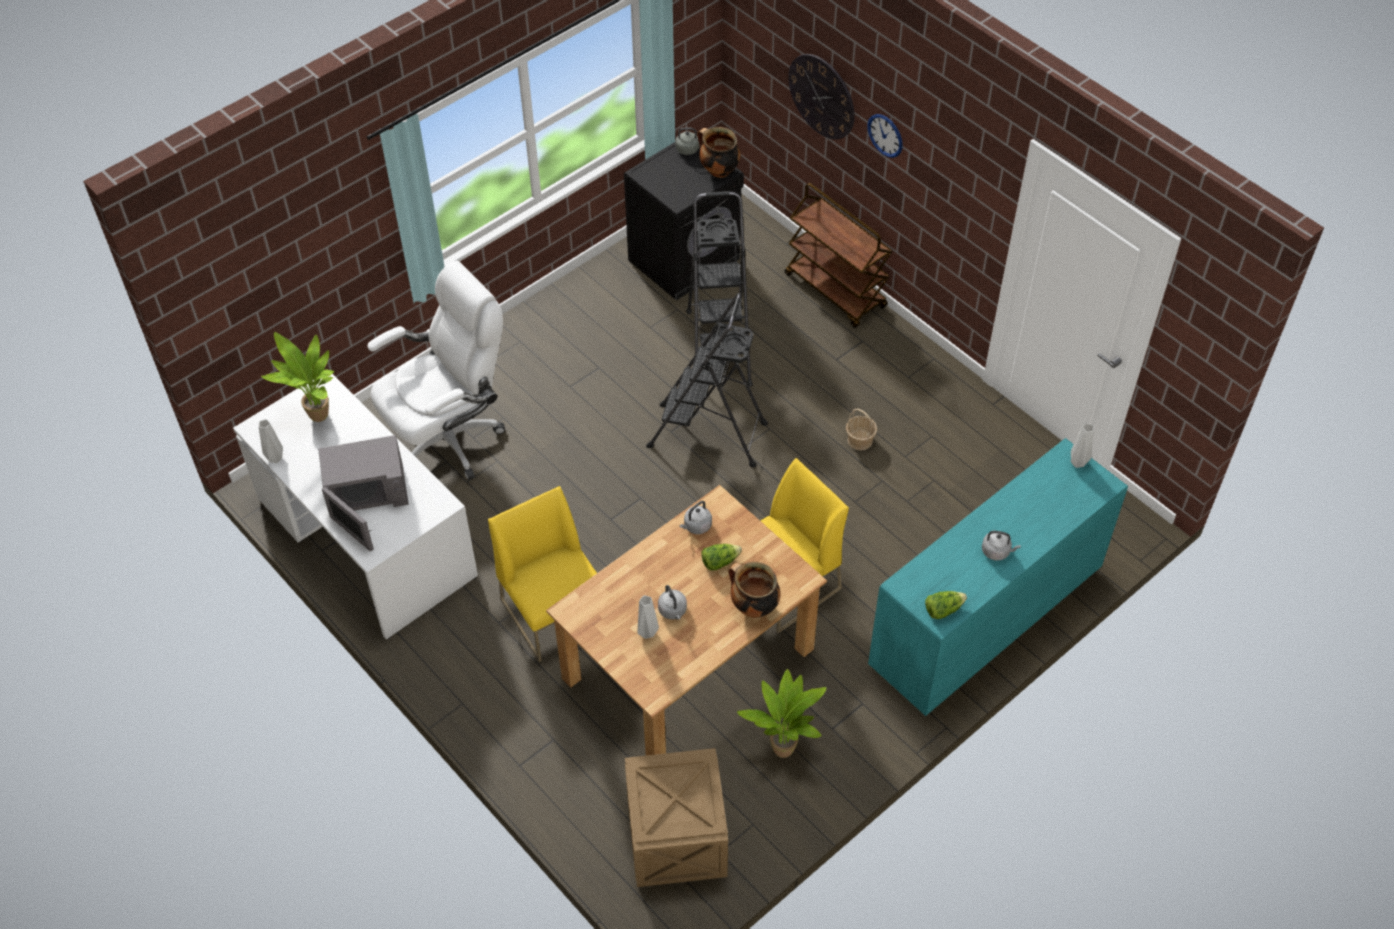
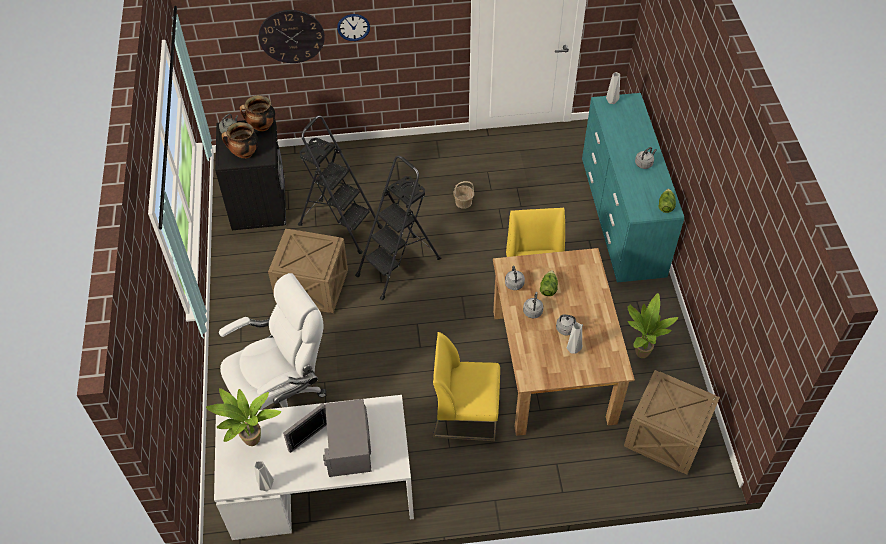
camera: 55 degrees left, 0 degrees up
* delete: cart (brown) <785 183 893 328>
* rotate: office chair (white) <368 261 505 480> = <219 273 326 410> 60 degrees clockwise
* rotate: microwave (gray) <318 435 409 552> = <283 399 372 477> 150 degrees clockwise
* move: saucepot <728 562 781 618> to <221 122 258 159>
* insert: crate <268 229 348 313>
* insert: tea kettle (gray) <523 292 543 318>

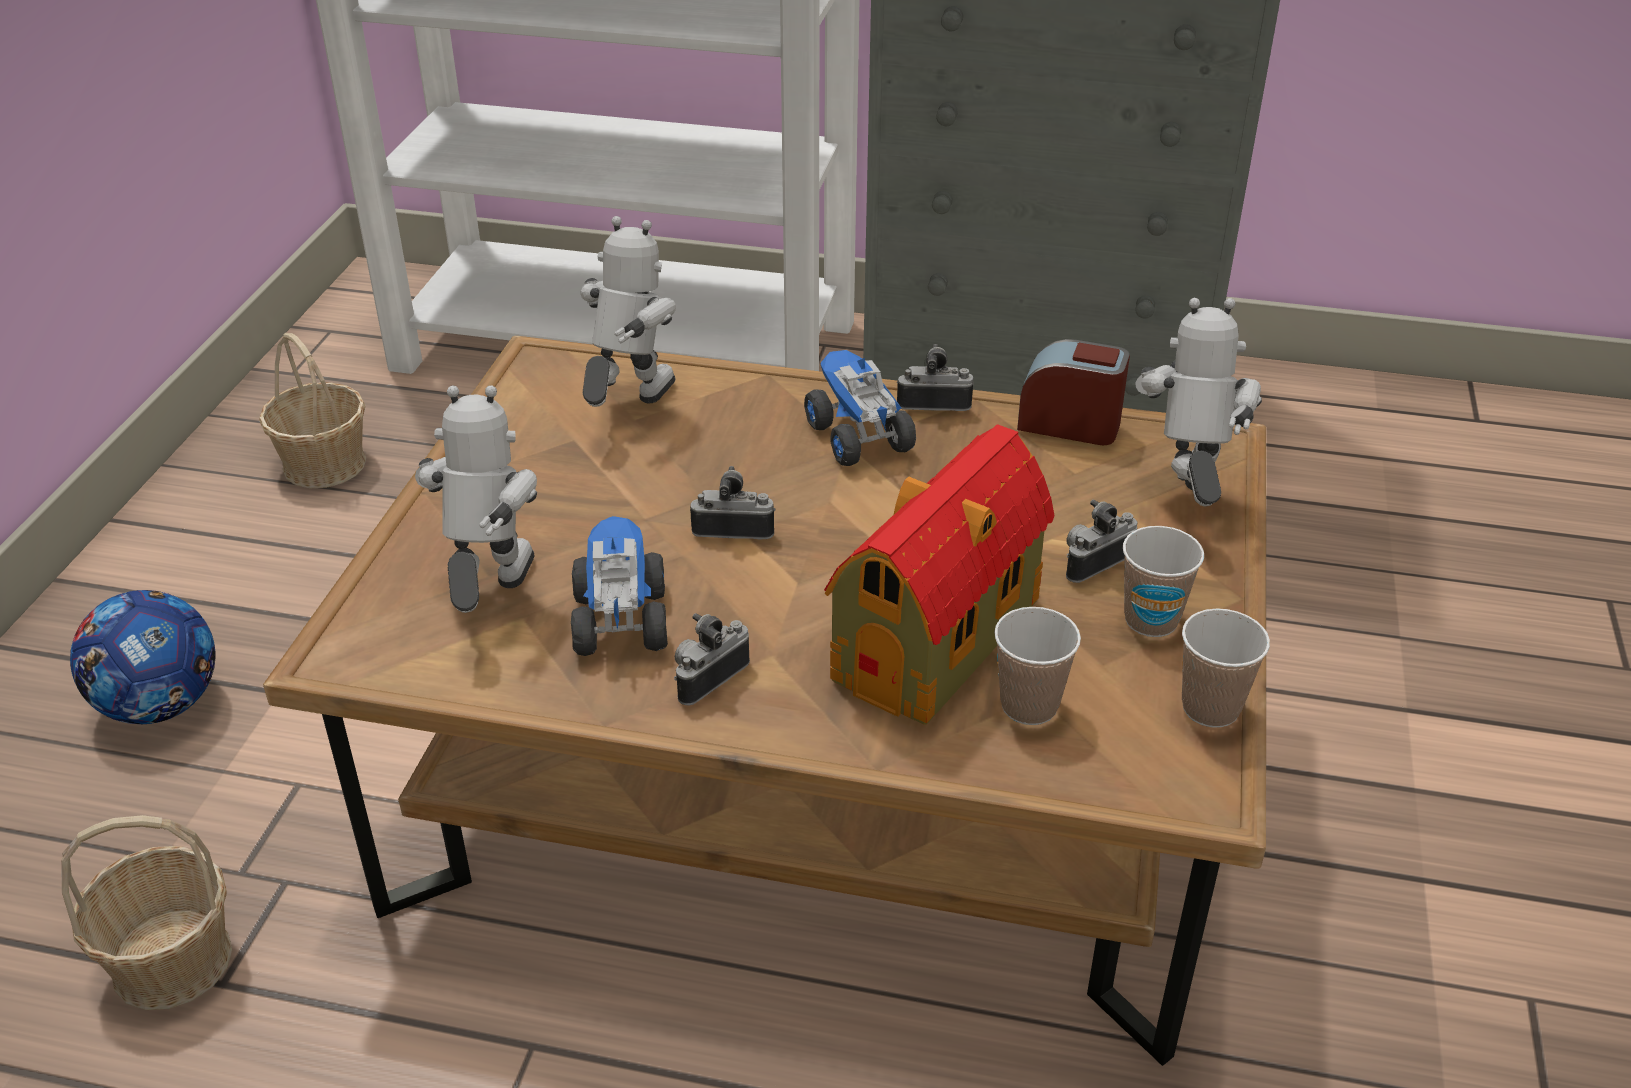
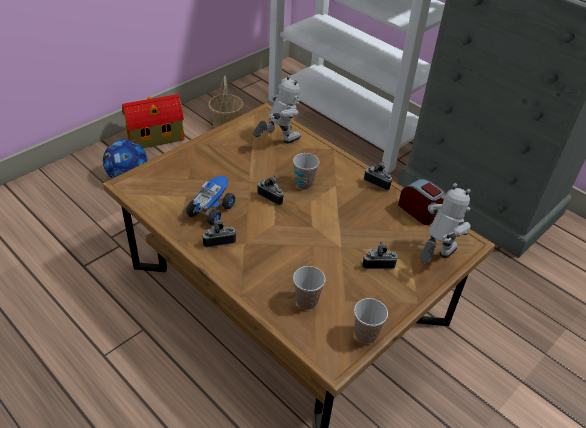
camera: 30 degrees right, 5 degrees up
* delete: toy truck <804 350 916 466>
* delete: model robot <415 385 537 613>
* move: model house <824 424 1054 725> to <122 94 185 148>
* move: small cup <1123 526 1204 637> to <293 153 319 190>
* delete: storage basket <61 815 232 1010>

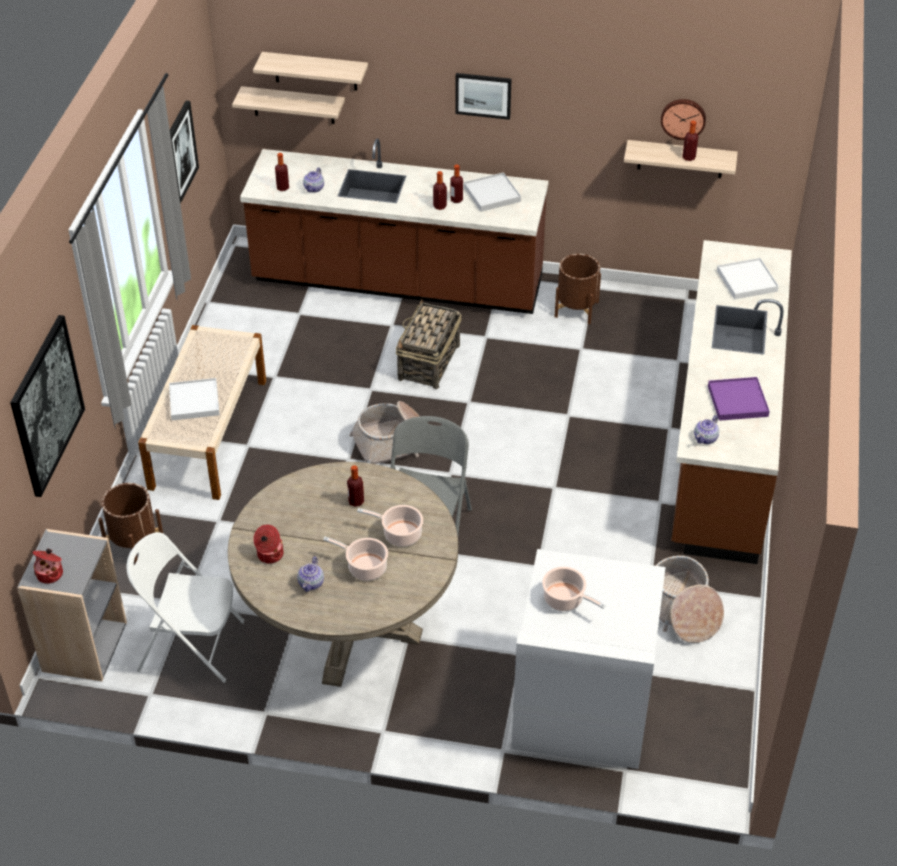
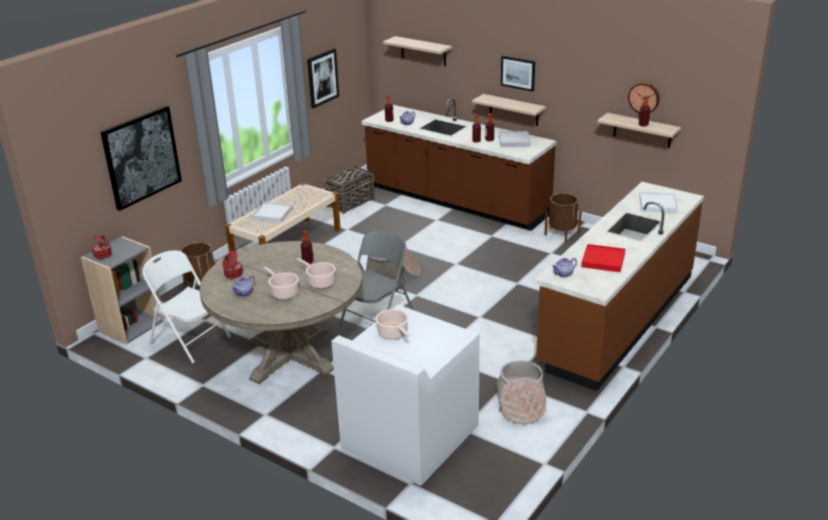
camera: 25 degrees right, 15 degrees down
* move: wall shelf <232 86 345 124> to <472 94 546 126>
* move: storage basket <396 299 462 389> to <323 164 375 214>
* recolor: carrying tray (purplish) <708 377 770 421> to carrying tray (red) <581 244 625 272>

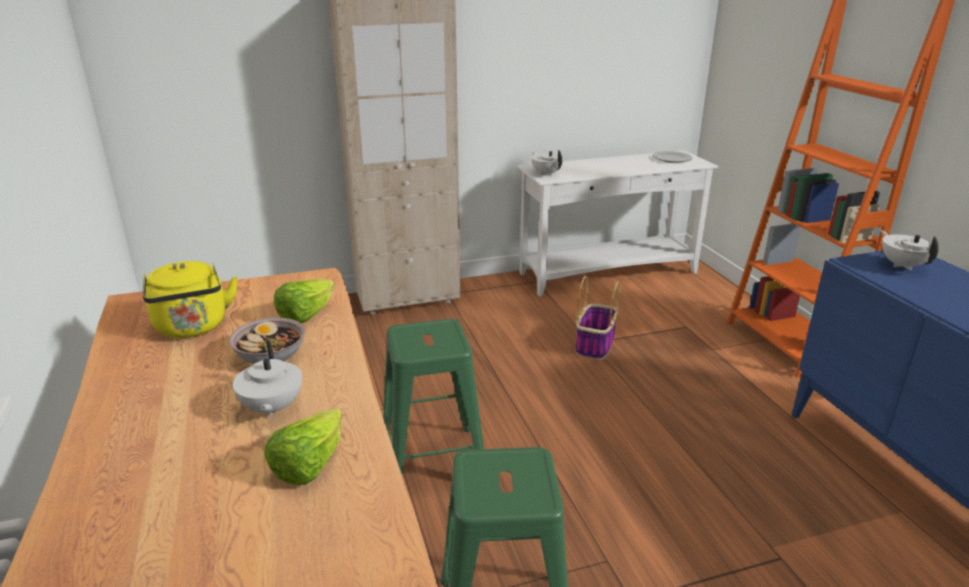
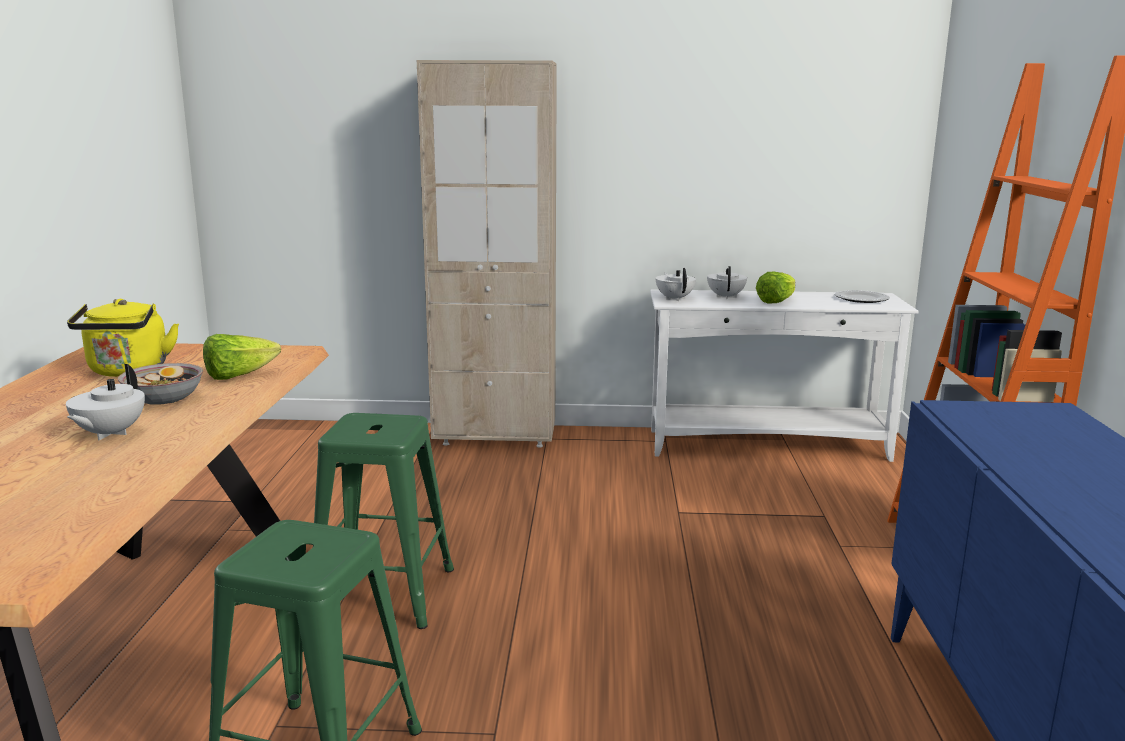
camera: 20 degrees right, 10 degrees down
* move: teapot (white) <881 230 939 270> to <707 266 747 299>
* delete: storage basket <576 276 620 360>
* move: lettuce <264 407 342 485> to <756 272 795 303>

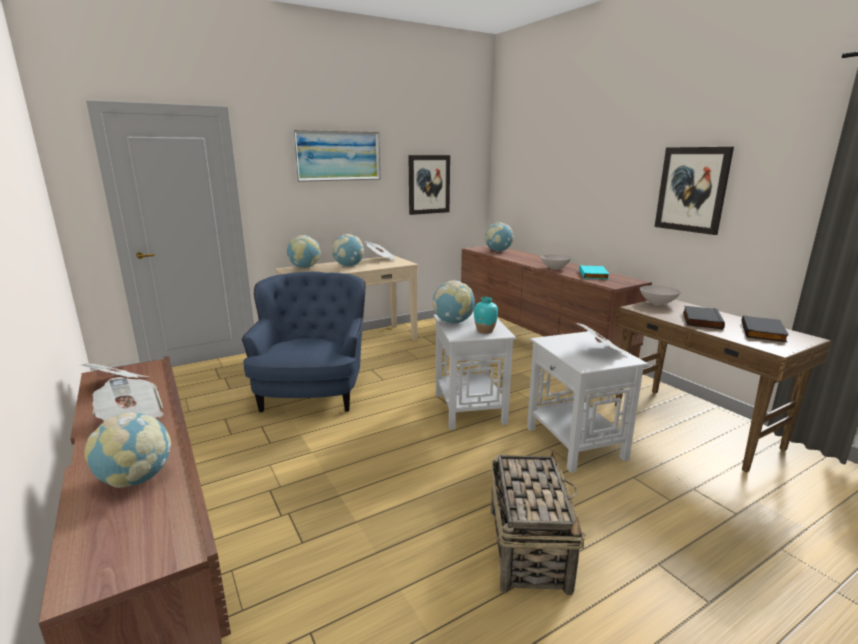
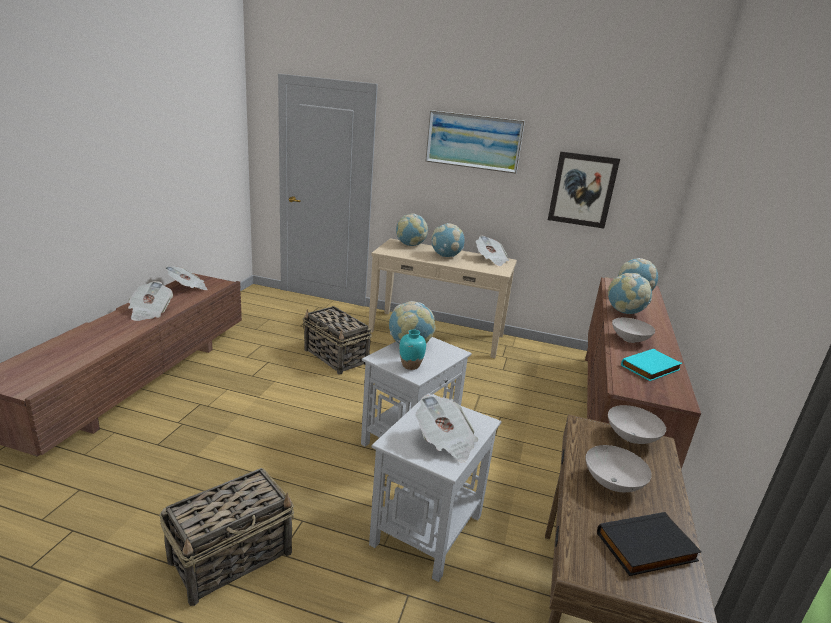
camera: 45 degrees right, 5 degrees up
* delete: wall art <655 147 734 235>
* replace: lounge chair (blue-coloured) <242 272 366 412> to storage basket <302 306 372 374>
* replace: bound book (blackish) <683 306 725 330> to deep dish (white) <586 445 652 492>
* move: desk globe <84 412 171 488> to <608 273 652 314>

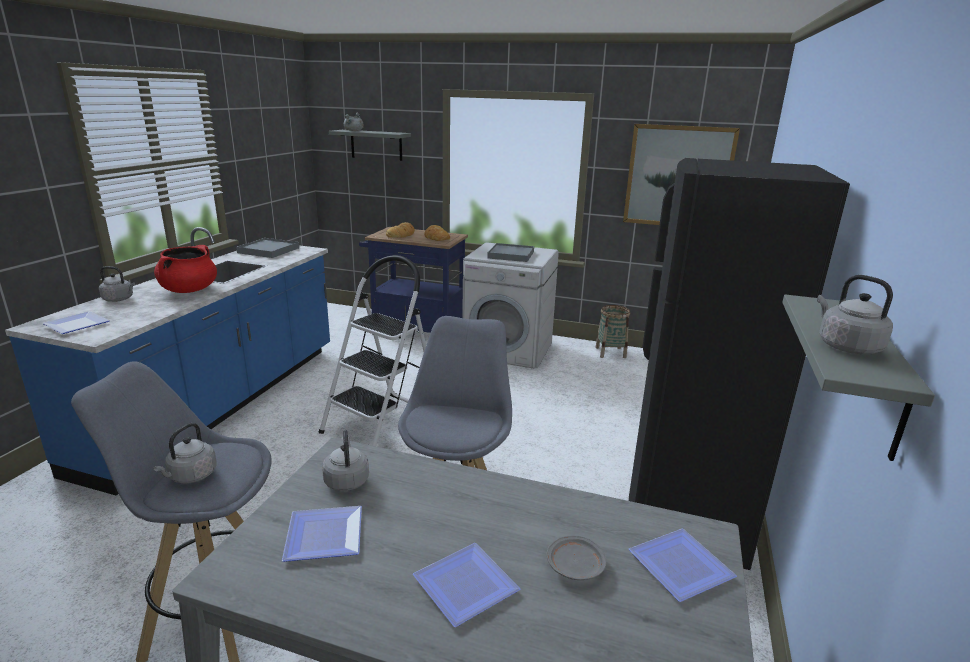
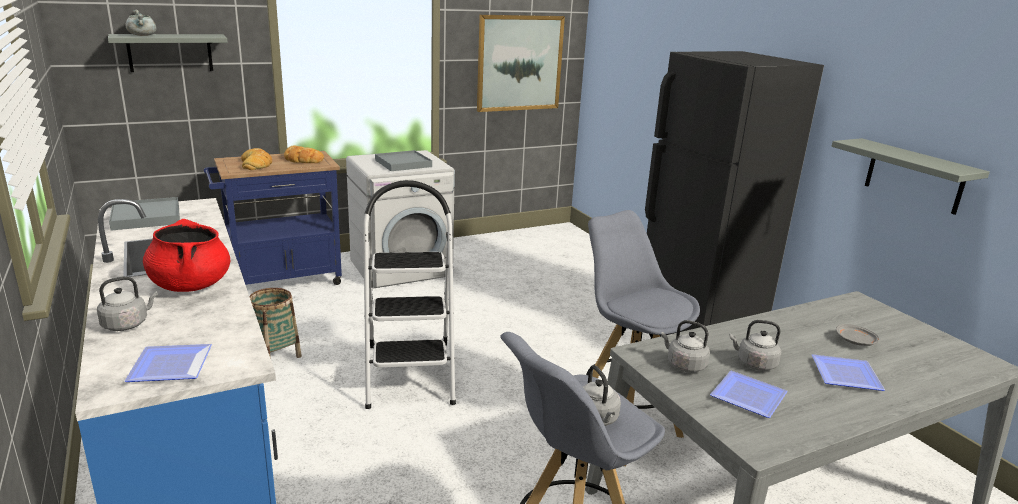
camera: 45 degrees left, 0 degrees up
* move: tea kettle (gray) <817 275 893 355> to <729 320 781 371>
* move: storage basket <595 305 630 358> to <249 288 302 359>
* delete: plate <628 529 737 602>

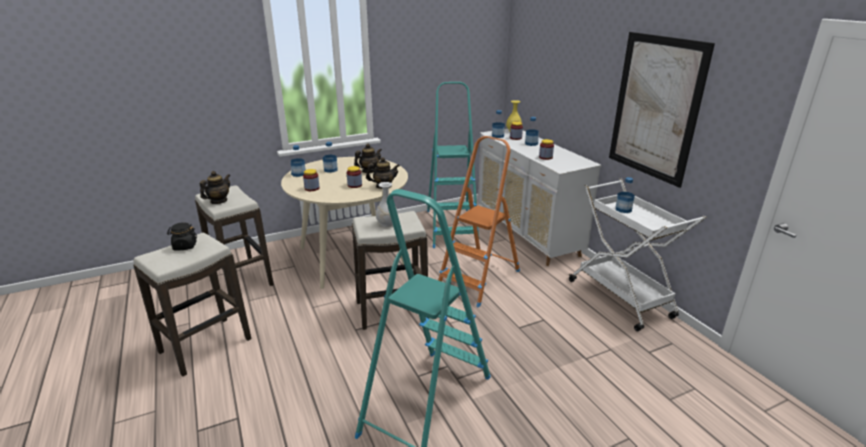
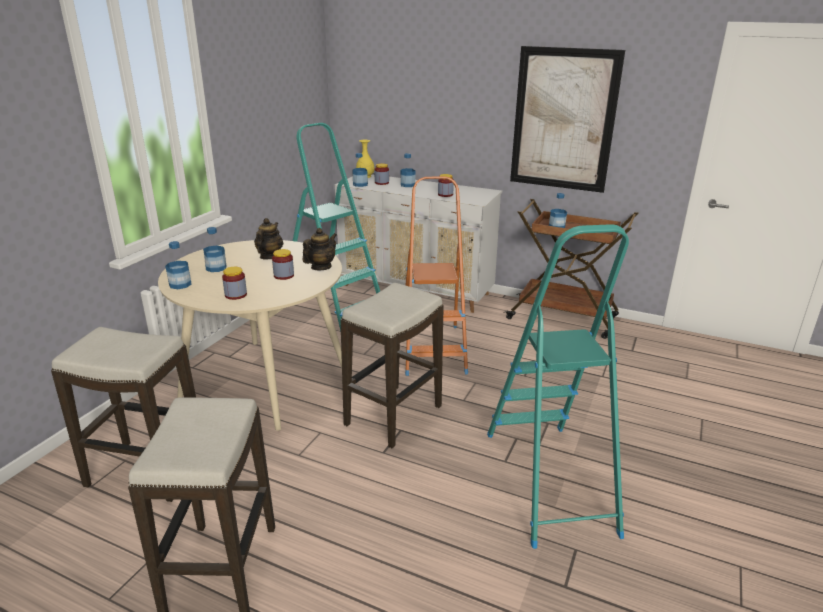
camera: 40 degrees left, 0 degrees up
* delete: teapot <200 171 230 204>
* recolor: cart (white) <568 178 707 331> to cart (brown) <504 199 639 339>
* delete: decorative vase (white) <376 182 398 227>
* delete: jar (blackish) <167 222 197 250>

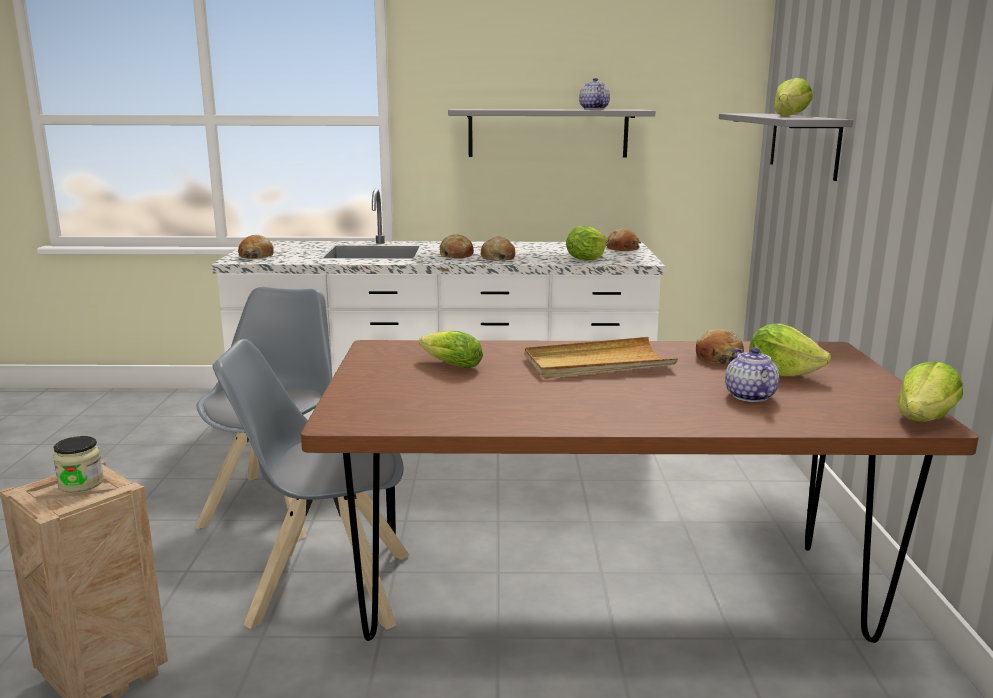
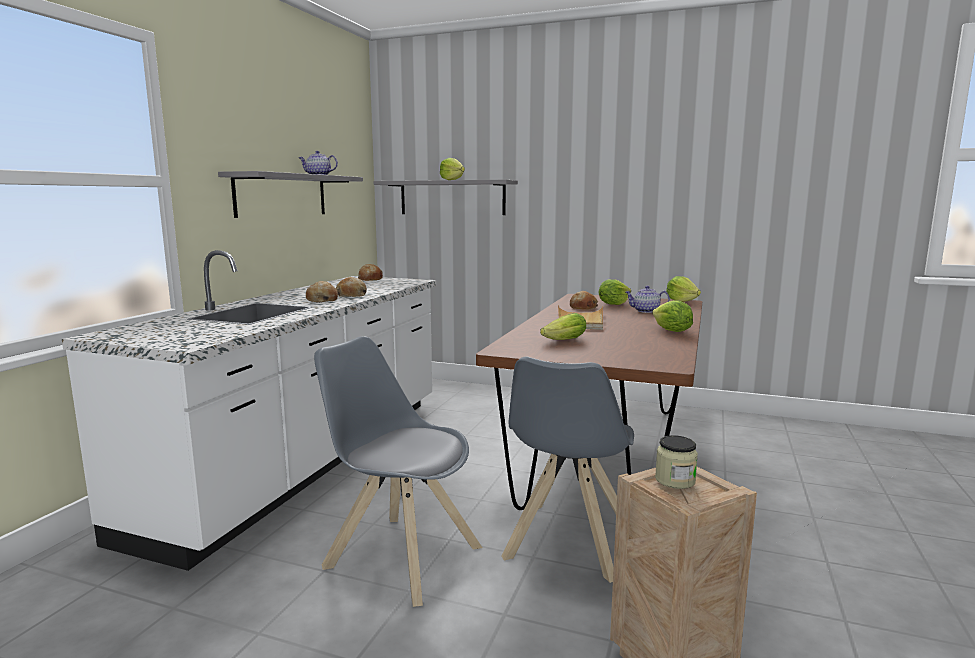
camera: 70 degrees left, 5 degrees down
* move: lettuce <566 226 608 260> to <652 300 693 332>
* delete: bakery bread <238 235 274 259>

